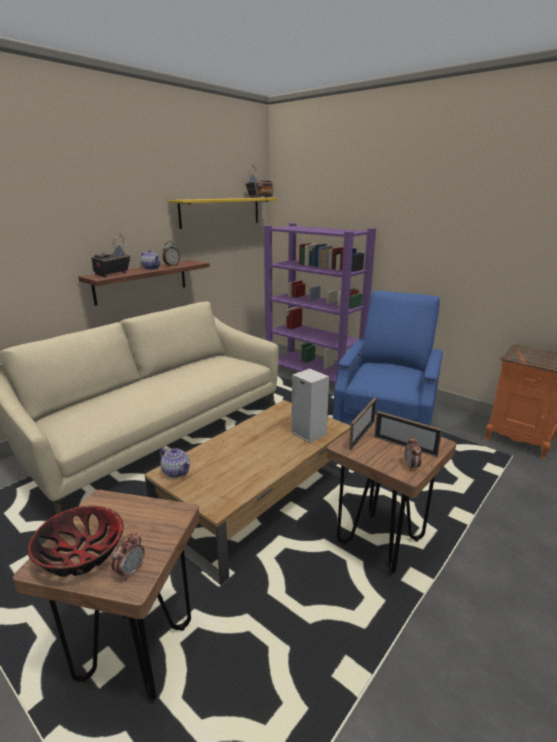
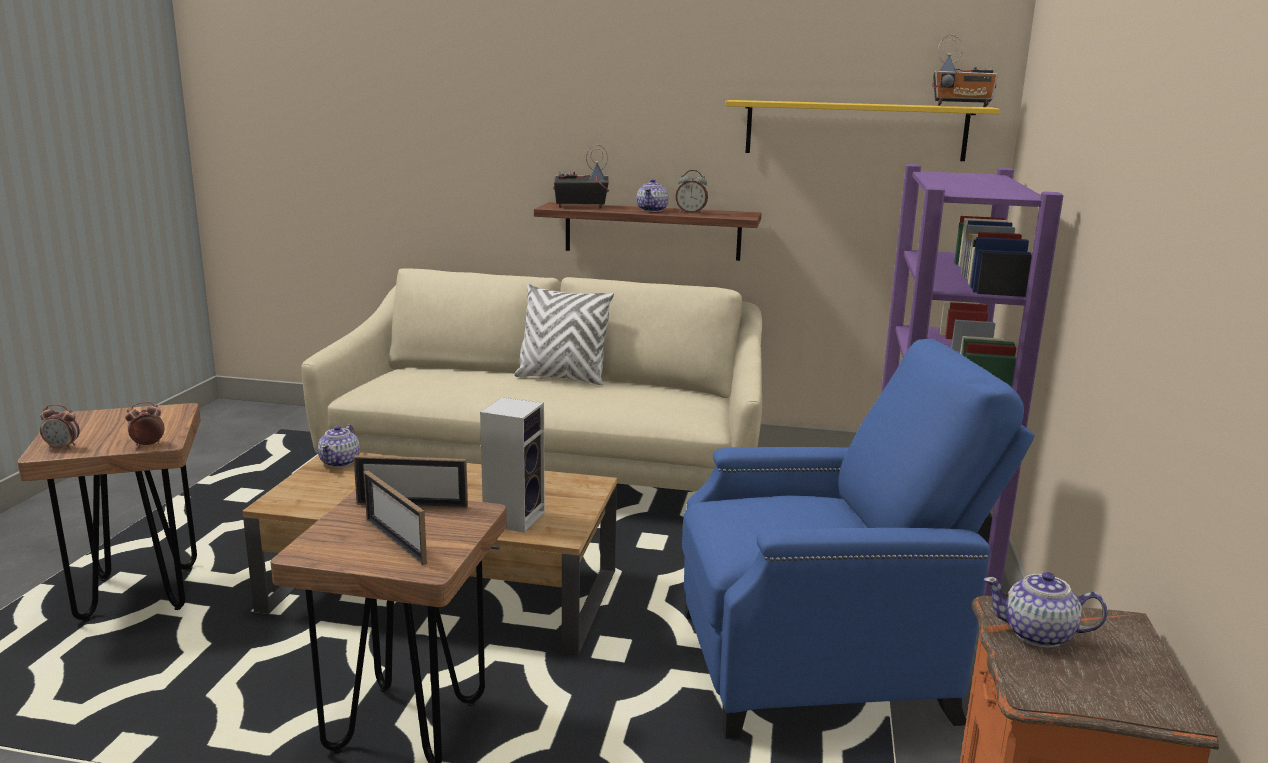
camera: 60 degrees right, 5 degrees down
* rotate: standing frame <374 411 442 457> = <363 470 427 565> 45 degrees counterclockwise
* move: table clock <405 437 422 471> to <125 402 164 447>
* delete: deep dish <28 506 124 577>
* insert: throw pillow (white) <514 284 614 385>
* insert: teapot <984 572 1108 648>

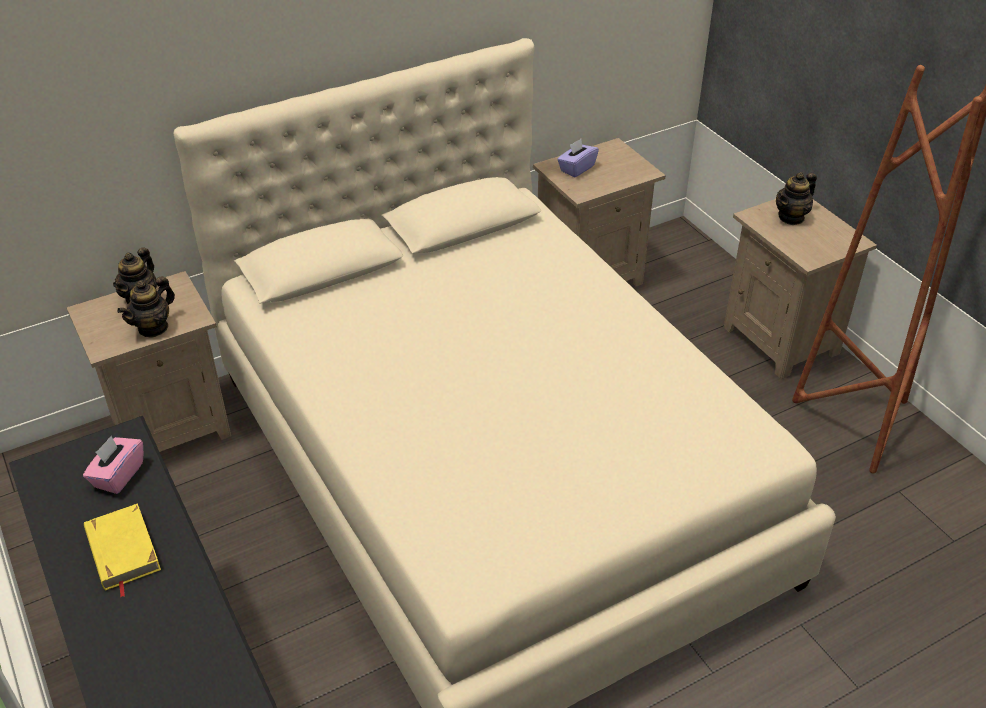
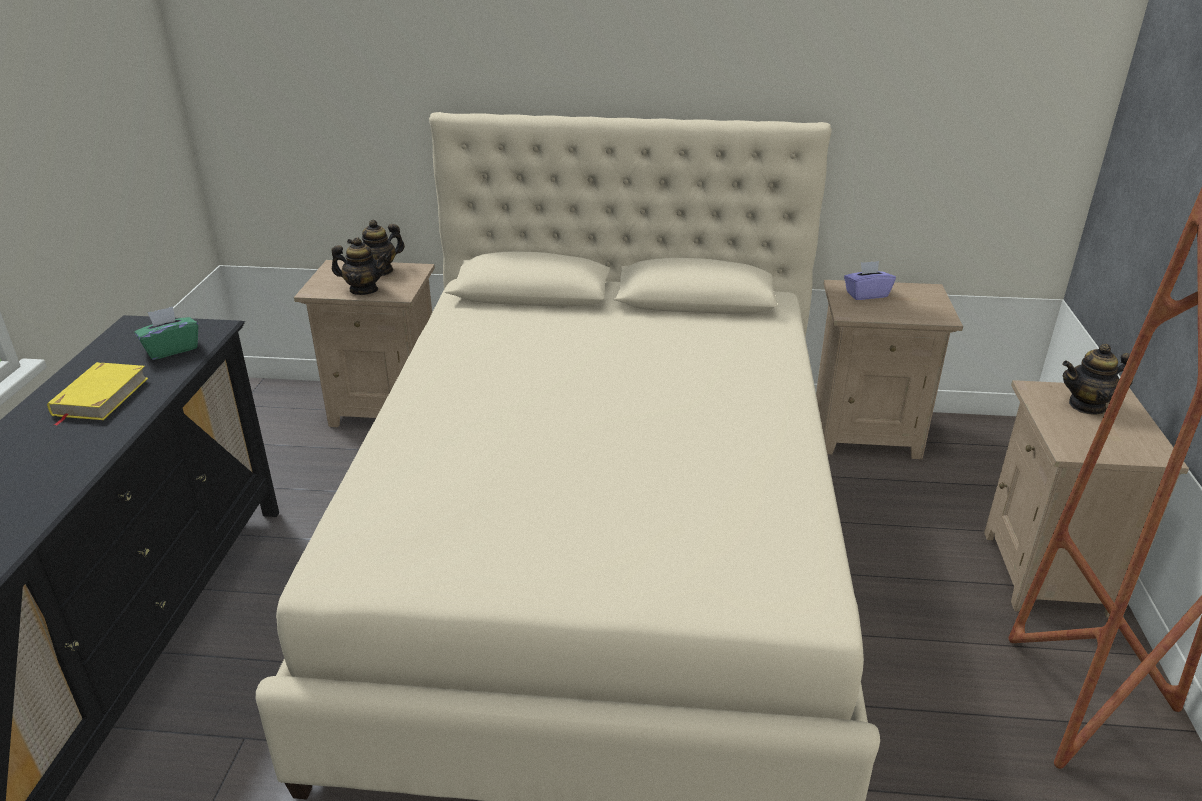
camera: 35 degrees right, 10 degrees down
* rotate: teapot <117 276 175 338> = <332 237 388 295> 150 degrees counterclockwise
* recolor: tissue holder (pinkish) <83 436 143 494> to tissue holder (greenish) <134 306 198 360>

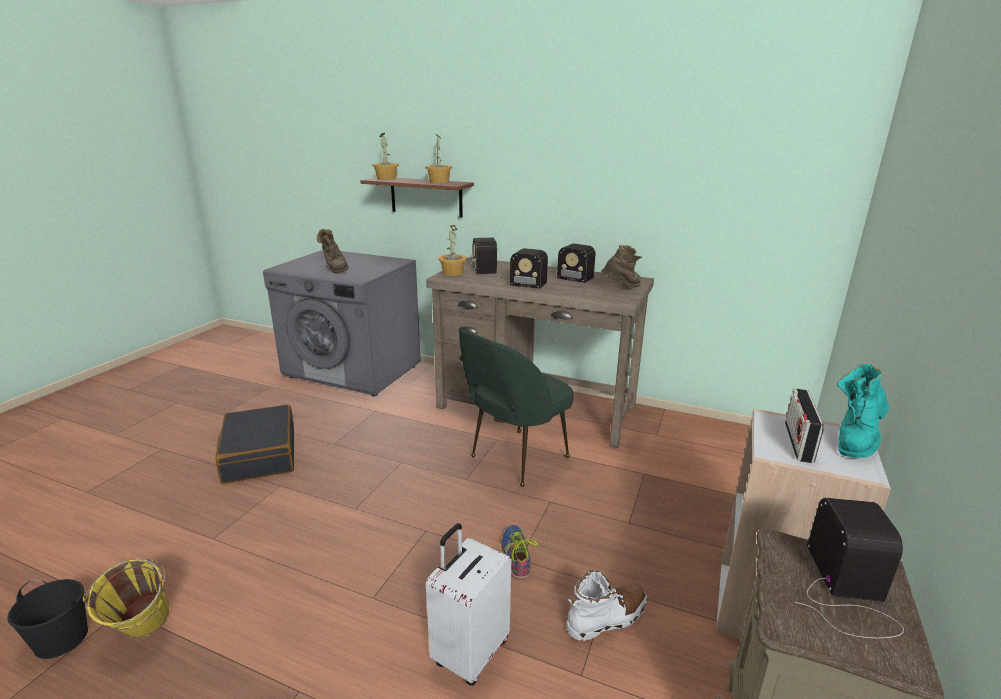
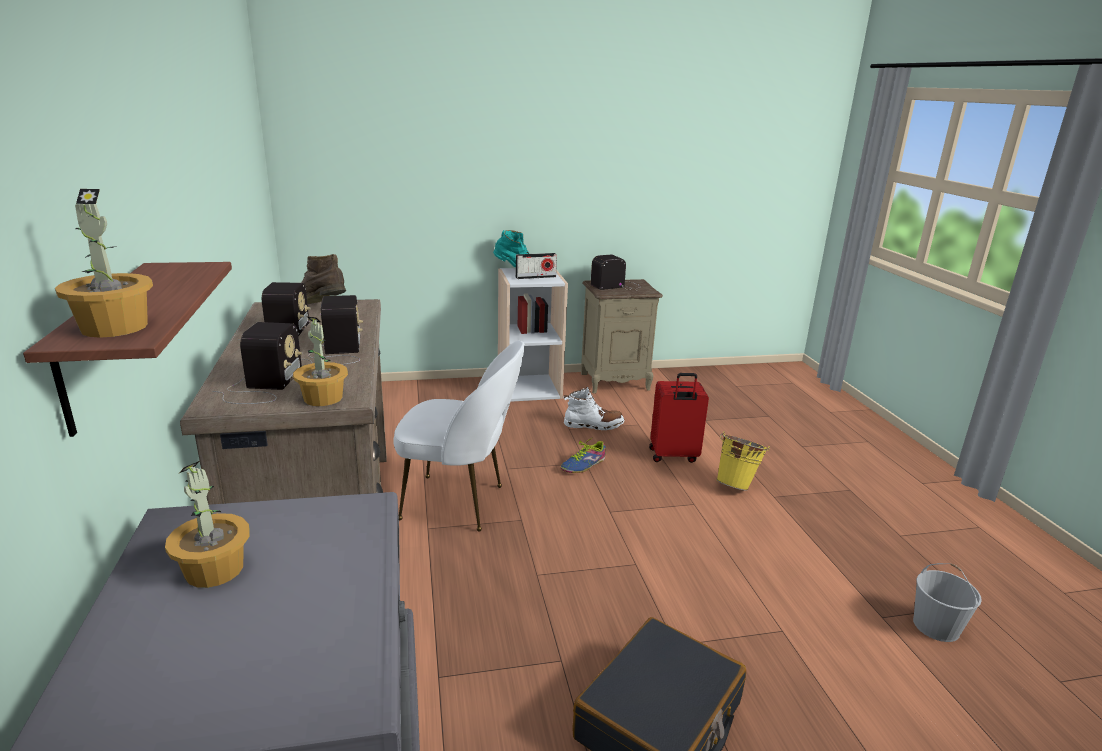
camera: 125 degrees left, 0 degrees up
* move: potted plant <425 134 452 183> to <165 461 250 588>
* delete: tall boot (brown) <317 229 349 274>
* rotate: radio set <470 238 500 274> = <212 322 302 404> 45 degrees counterclockwise
* recolor: plain chair (greenish) <459 330 573 487> to plain chair (white) <393 340 525 532>
* recolor: suitcase (white) <426 523 511 686> to suitcase (red) <649 373 709 463>
* move: water bucket (yellowish) <83 559 170 639> to <716 431 770 491>
* rotate: tall boot (white) <566 570 647 641> = <563 387 624 430> 150 degrees clockwise
* recolor: water bucket (blackish) <7 579 88 659> to water bucket (white) <913 563 982 642>

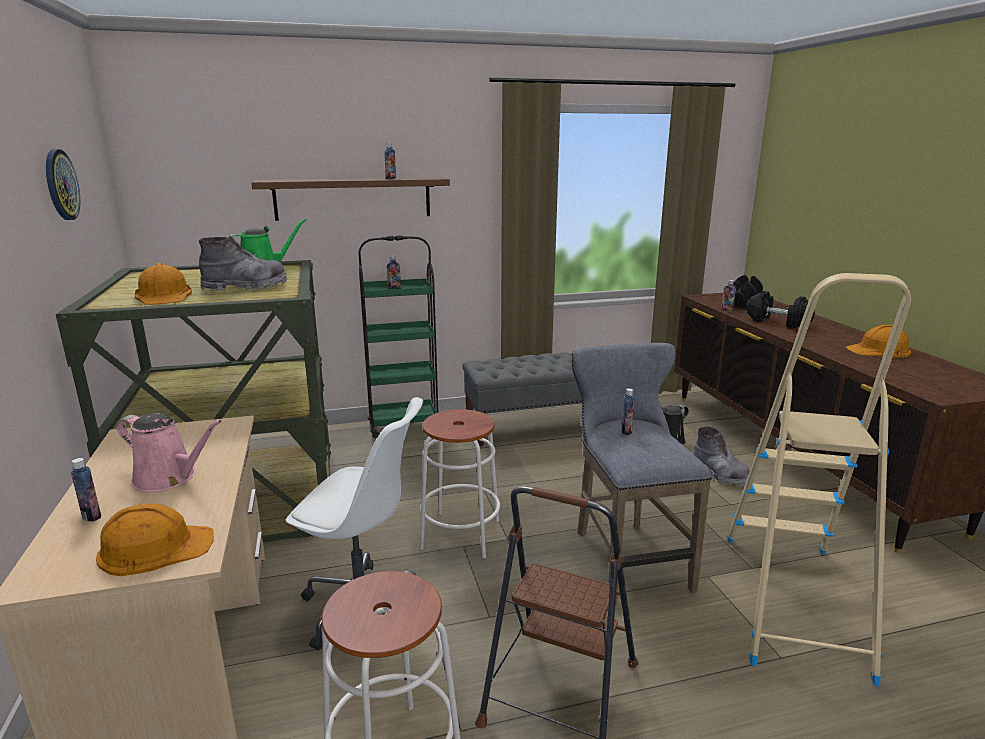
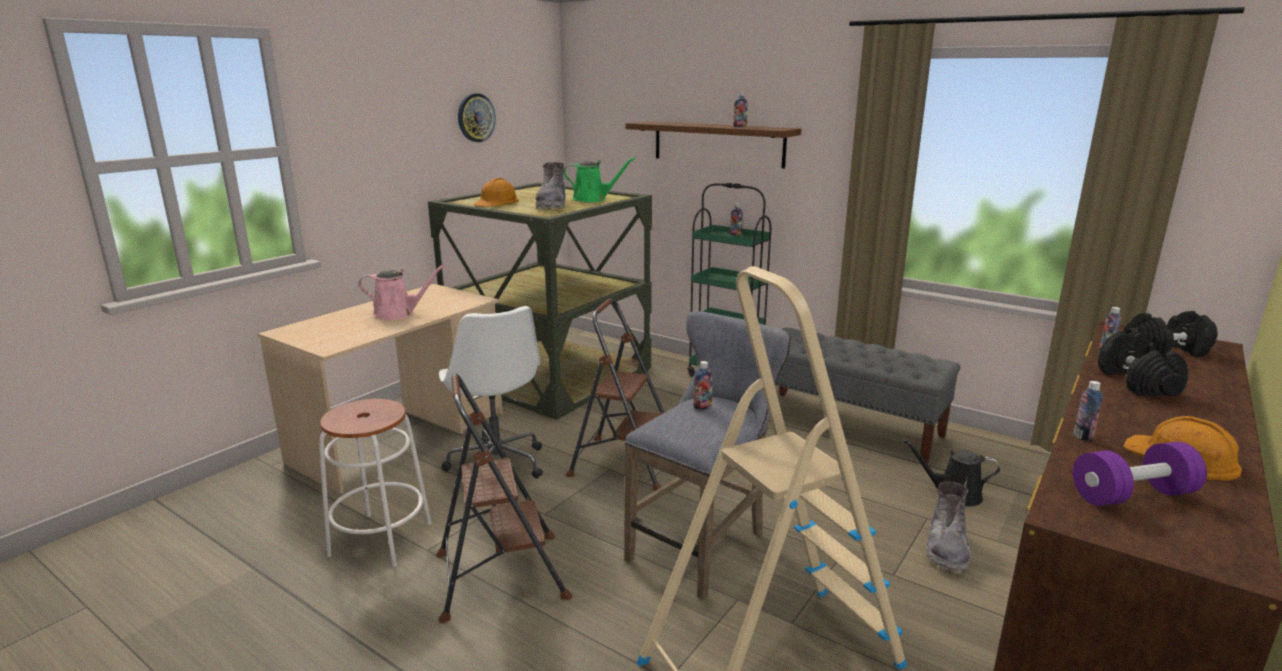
camera: 50 degrees right, 0 degrees up
* rotate: tall boot (gray) <199 235 287 291> = <535 162 566 209> 60 degrees clockwise
* replace: stool seat (white) <420 409 500 558> to stepladder (brown) <566 298 665 491>
* rotate: watering can (pinkish) <116 413 222 492> = <359 264 446 320> 75 degrees counterclockwise
* move: bottle <71 458 101 521> to <1073 381 1103 442>
* delete: safety helmet (orange) <96 504 214 576>
* insert: hand weight (purplish) <1073 442 1207 506>

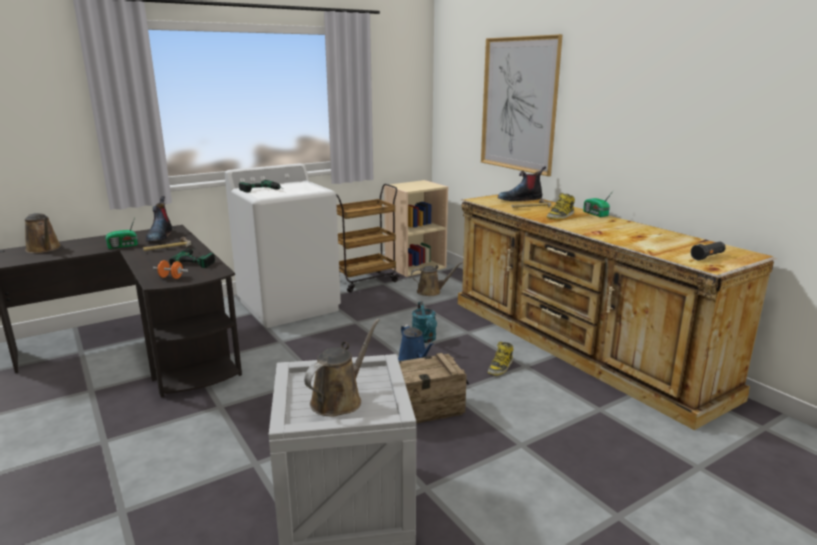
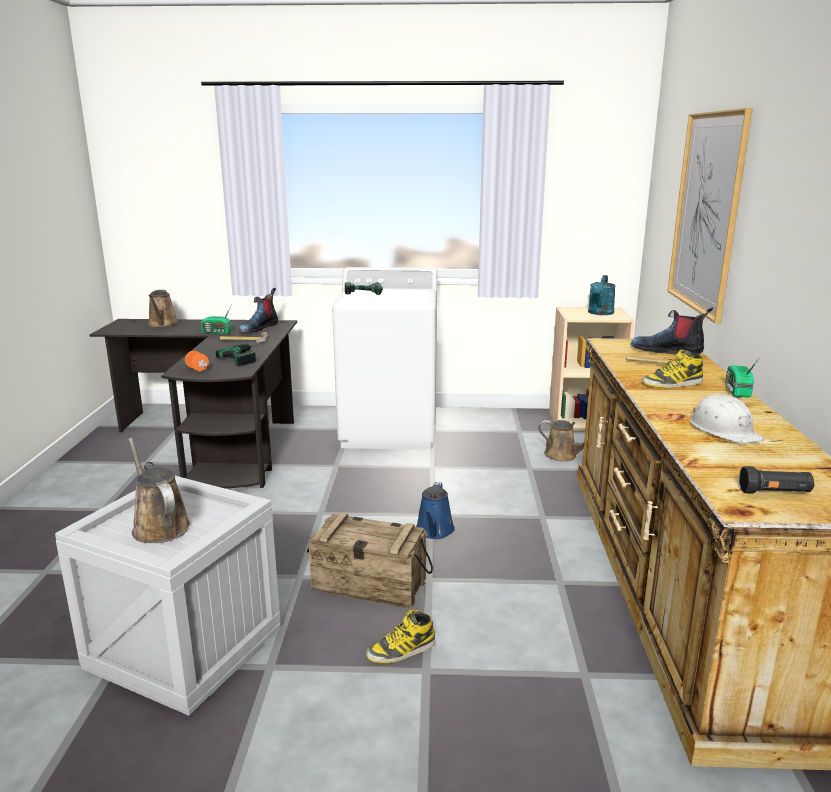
camera: 35 degrees right, 0 degrees up
* delete: cart (brown) <336 184 401 293>
* move: watering can (turquoise) <412 302 437 343> to <588 275 616 315>
* rotate: watering can (brown) <304 318 380 417> = <128 438 190 543> 105 degrees counterclockwise
* move: tall boot <488 342 513 375> to <366 610 435 663>
* insert: safety helmet (white) <690 394 764 444>

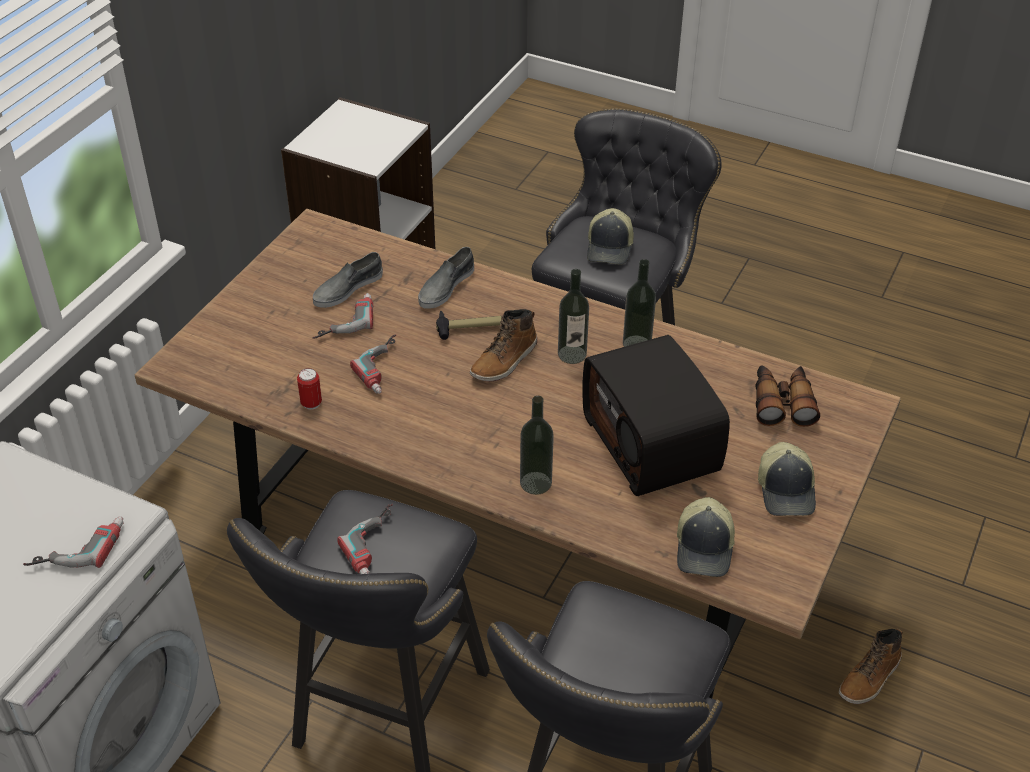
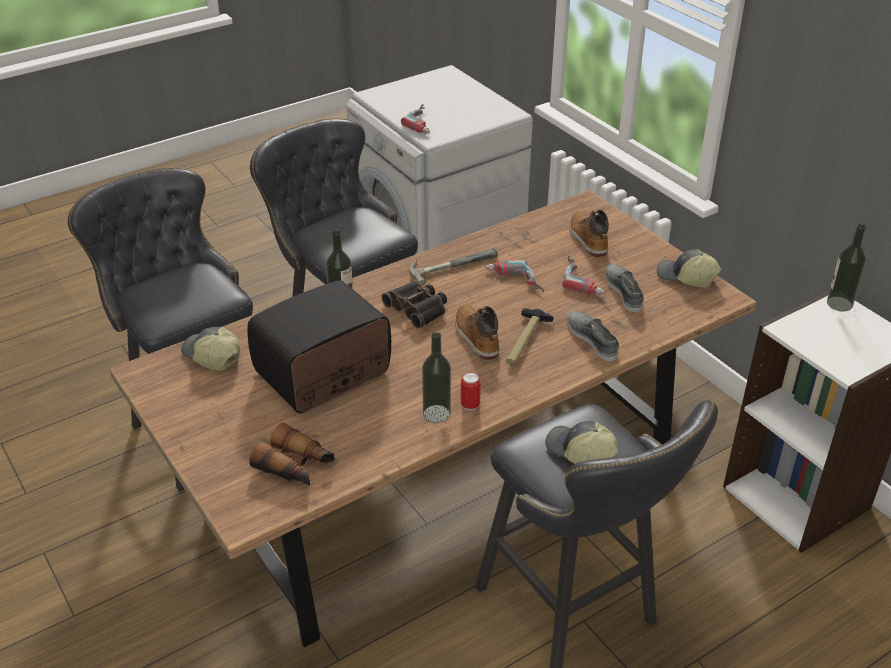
camera: 120 degrees right, 5 degrees down
* move: bottle <558 269 589 364> to <827 224 866 312>
* rotate: radio set <582 335 730 496> = <247 281 391 413> 45 degrees counterclockwise
* move: metal can <297 368 322 410> to <461 372 481 411>
* move: peaked cap <758 442 816 516> to <657 249 721 288>
* delete: drill <337 504 393 574>
* move: tall boot <839 629 903 704> to <569 210 609 257>
* insert: tool hammer <409 248 498 286>
* insert: pair of binoculars <382 280 447 329>

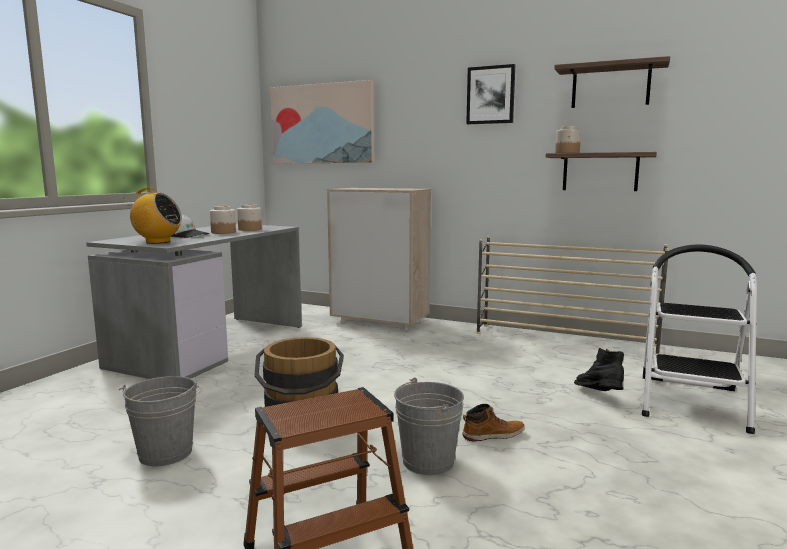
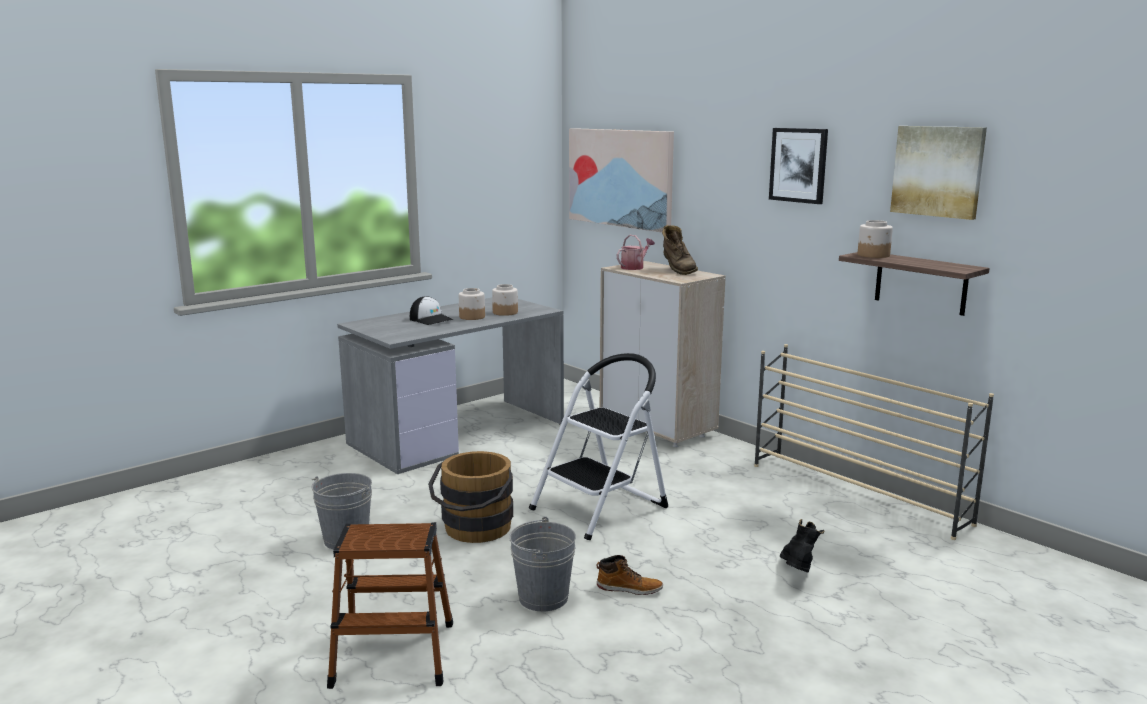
camera: 25 degrees right, 5 degrees up
* replace: wall shelf <554 56 670 108> to wall art <890 126 987 220>
* delete: radio set <125 187 182 244>
* move: stepladder <642 245 757 434> to <529 353 668 540>
* insert: tall boot (brown) <662 225 698 275>
* insert: watering can <617 235 655 270>

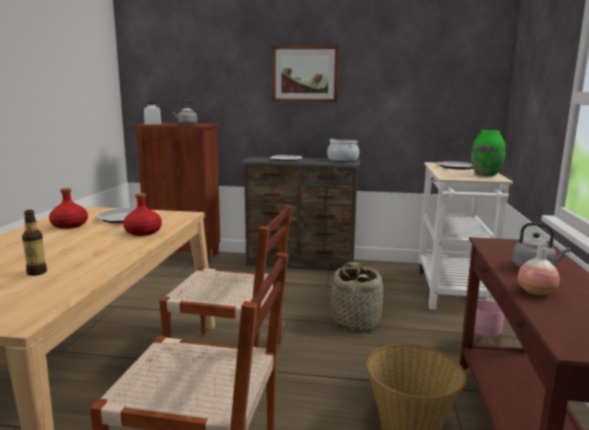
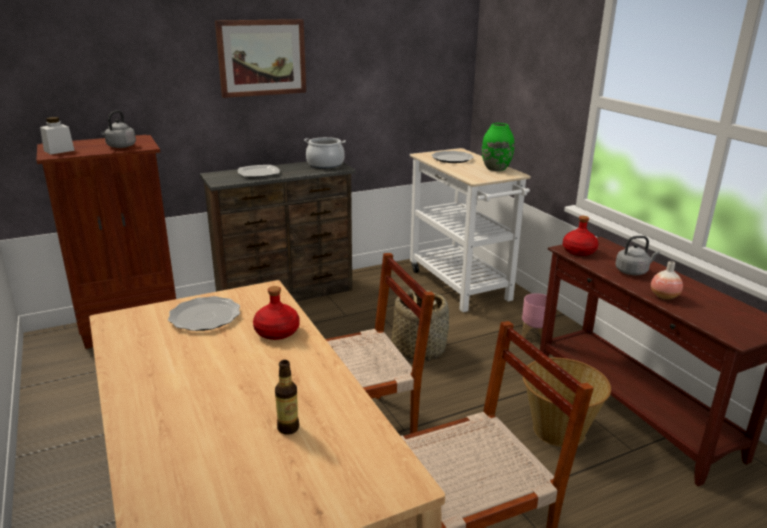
camera: 35 degrees left, 10 degrees up
* move: bottle (red) <49 188 88 229> to <563 216 598 256>

